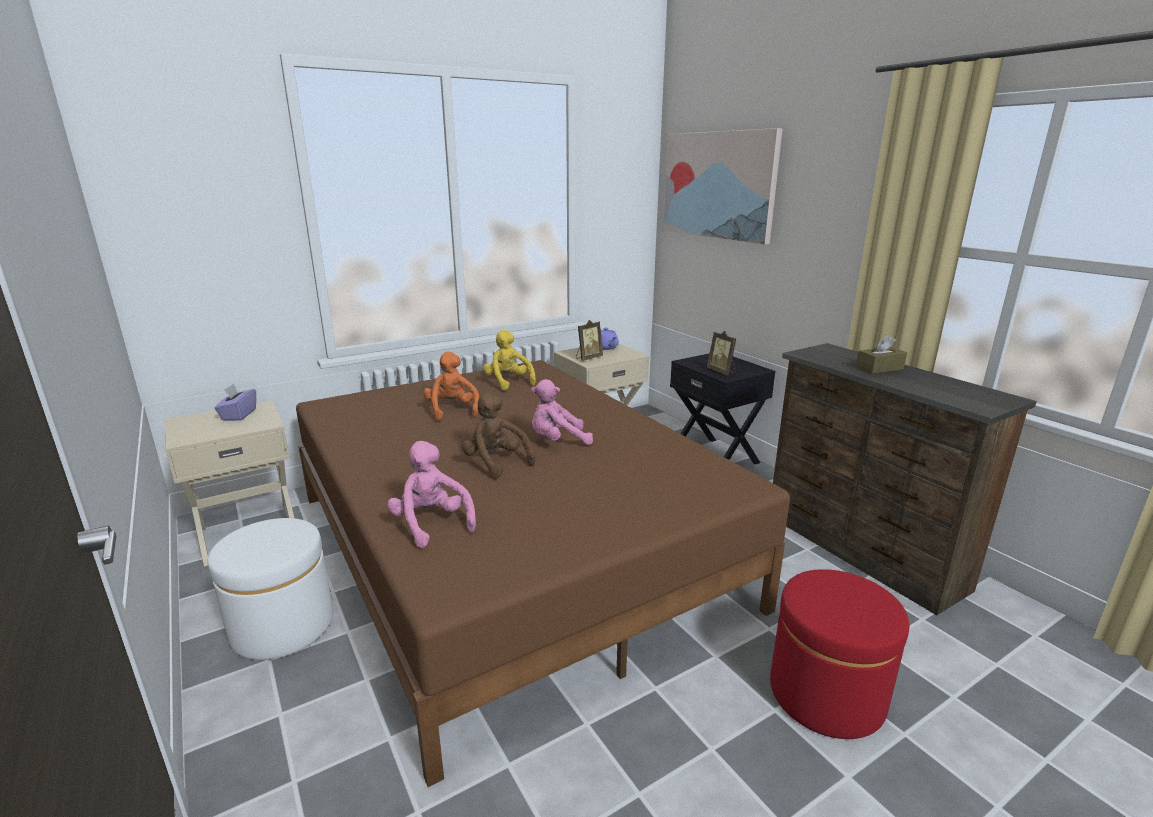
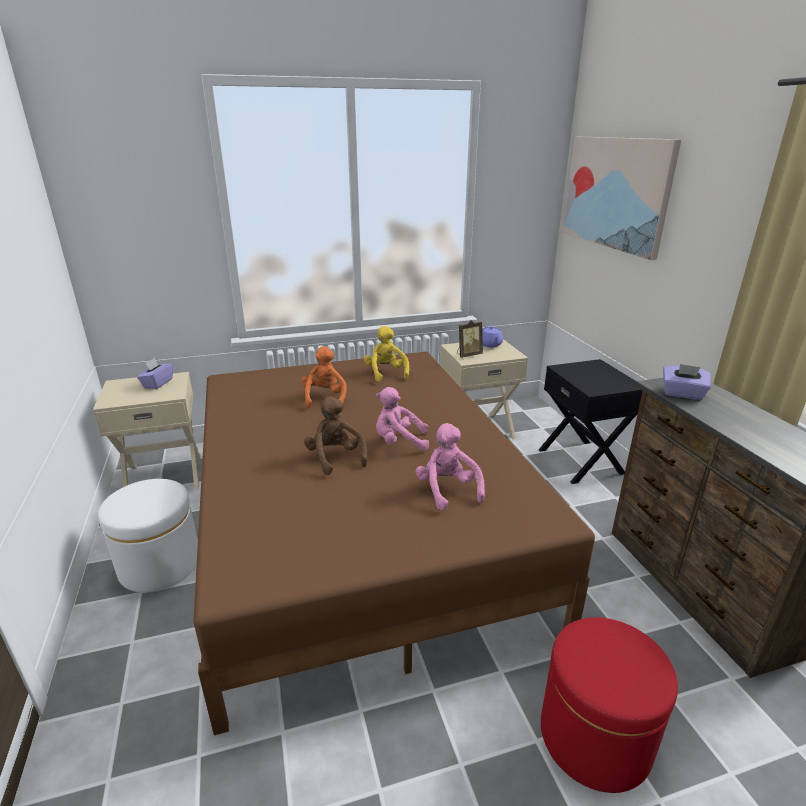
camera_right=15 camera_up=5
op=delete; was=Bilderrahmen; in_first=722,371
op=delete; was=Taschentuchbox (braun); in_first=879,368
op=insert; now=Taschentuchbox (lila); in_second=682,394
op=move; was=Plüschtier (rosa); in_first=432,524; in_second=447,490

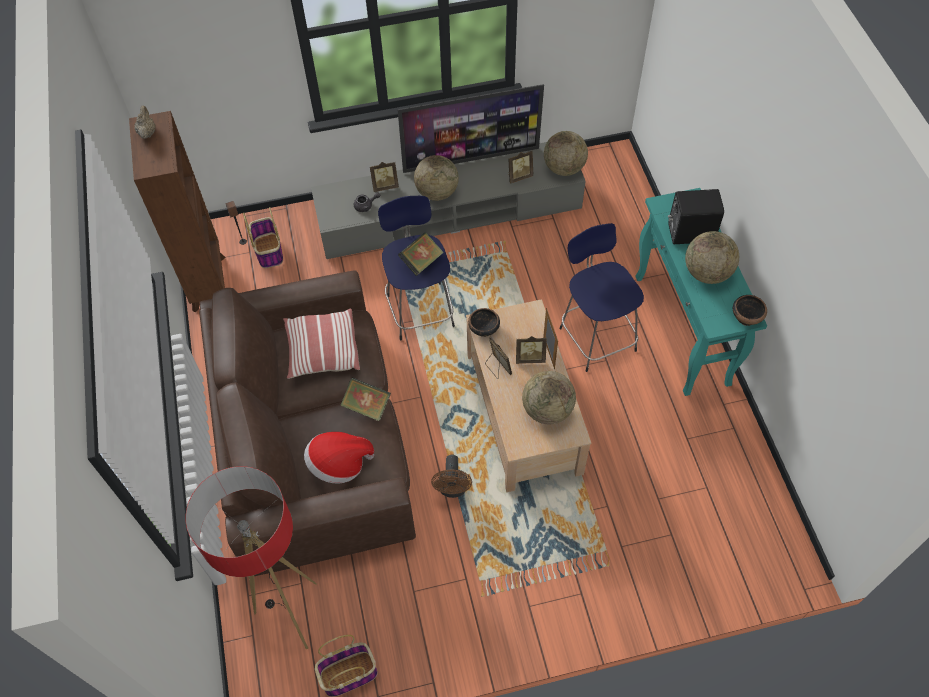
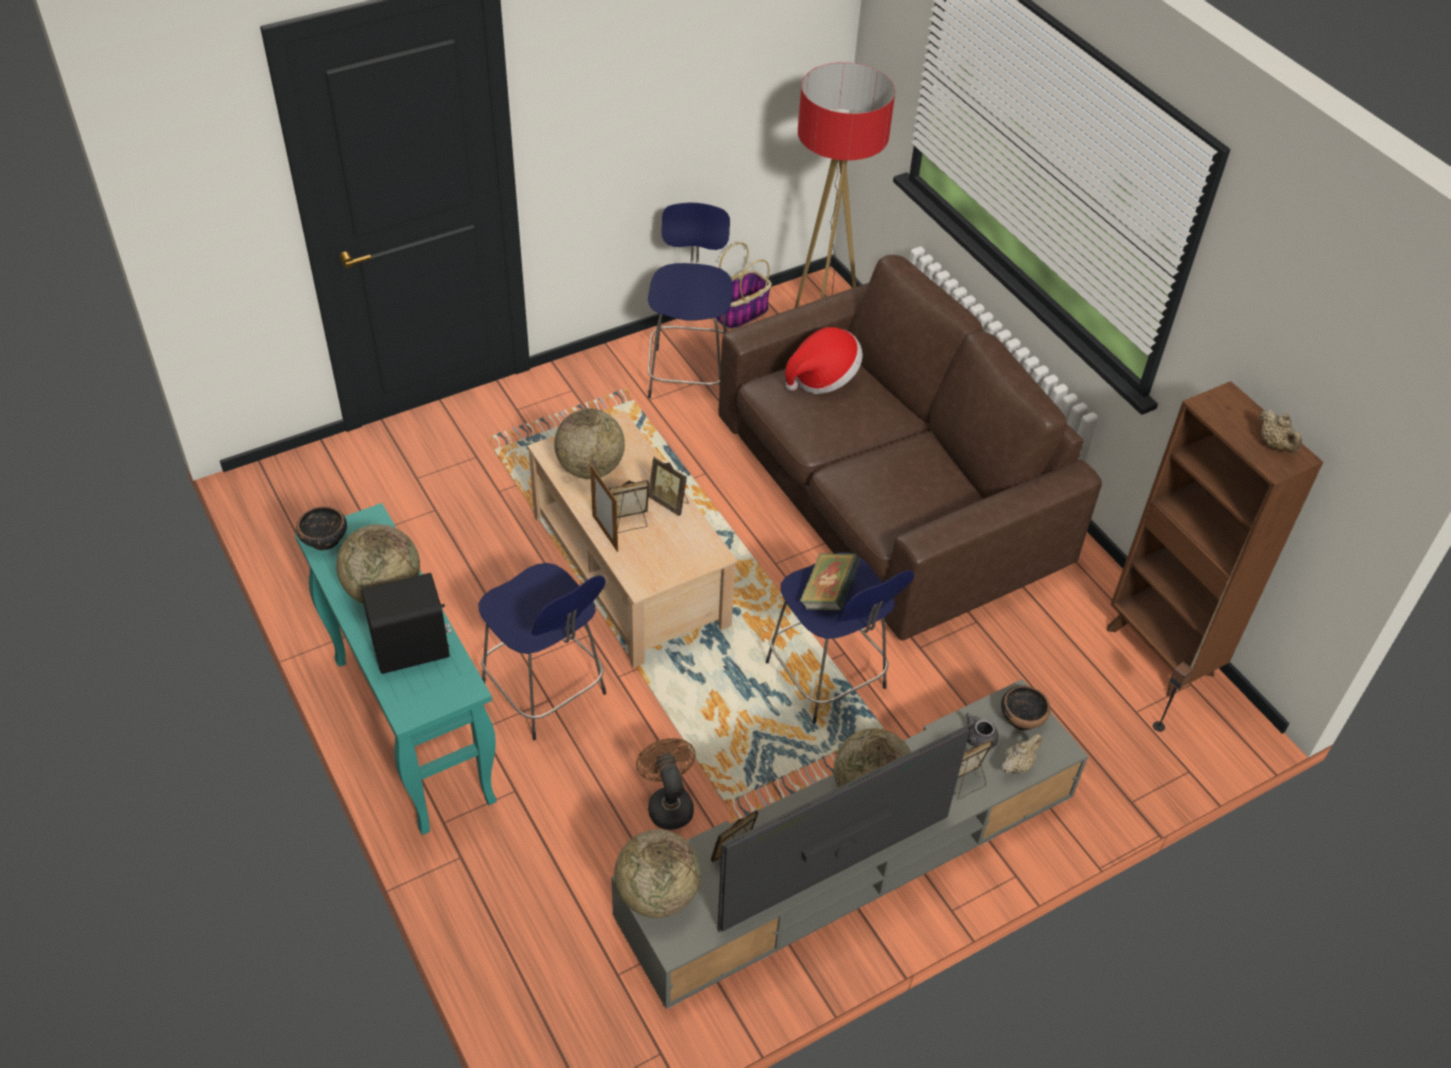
camera_right=160 camera_up=-10
op=delete; was=Korb; in_first=268,250
op=delete; was=Kissen; in_first=322,351
op=delete; was=Buch; in_first=367,406
op=insert; now=Hocker (blau); in_second=689,373
op=insert; now=Teekanne (beige); in_second=1017,765
op=move; was=Ventilator (braun); in_first=453,489; in_second=668,803
op=move; was=Schüssel; in_first=483,329; in_second=1022,717

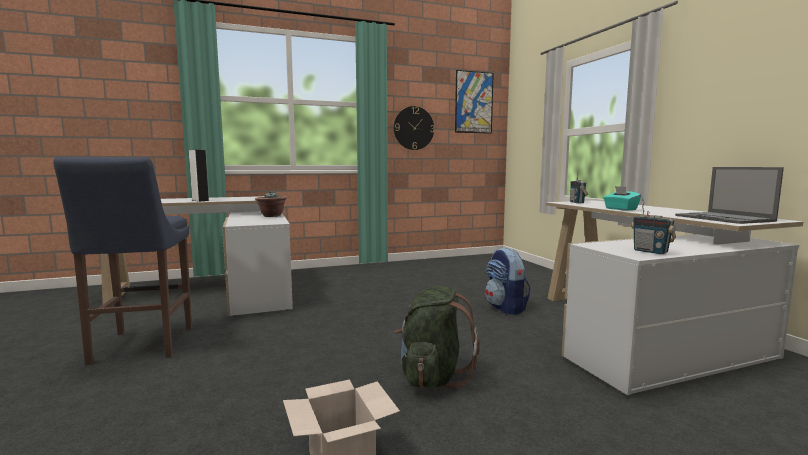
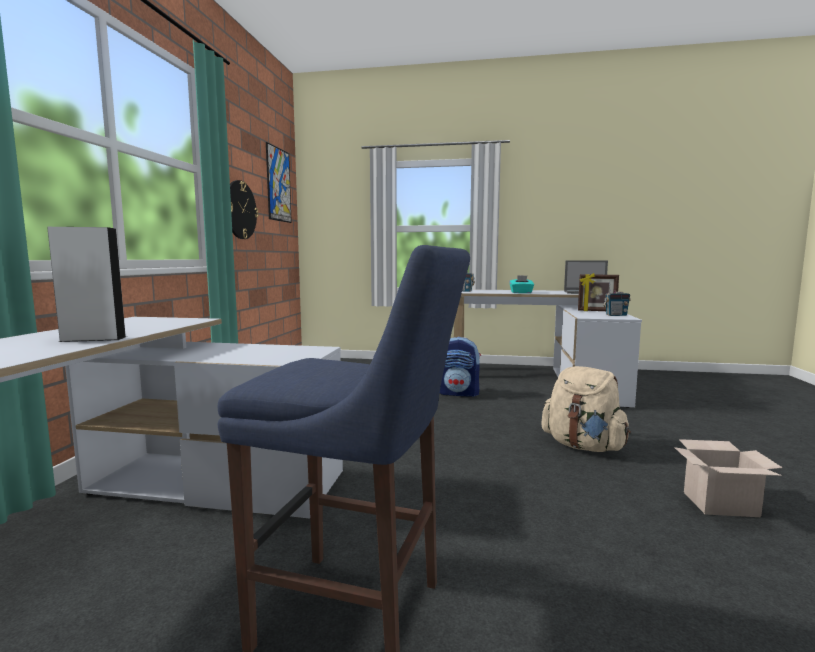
camera_right=-60 camera_up=0
op=delete; was=Topfpflanze; in_first=271,216
op=insert; now=Bilderrahmen; in_second=596,311
op=recolor; was=Rucksack (grün); now=Rucksack (beige); in_first=433,377; in_second=583,446

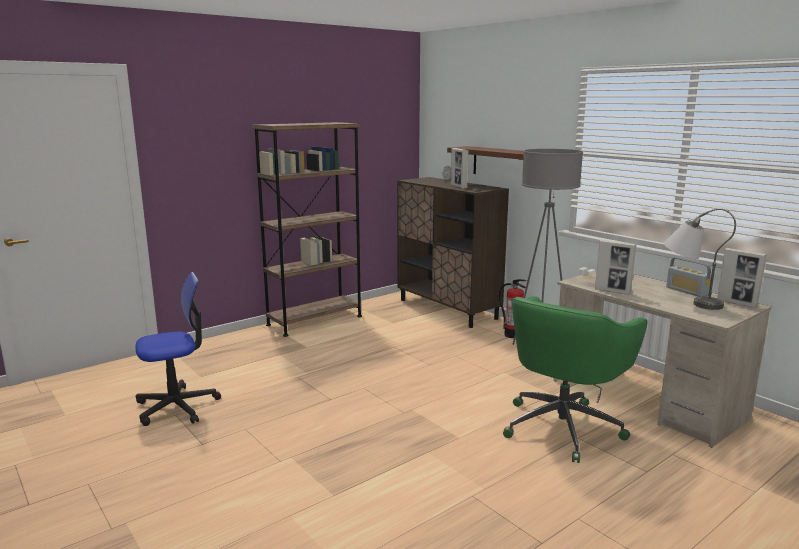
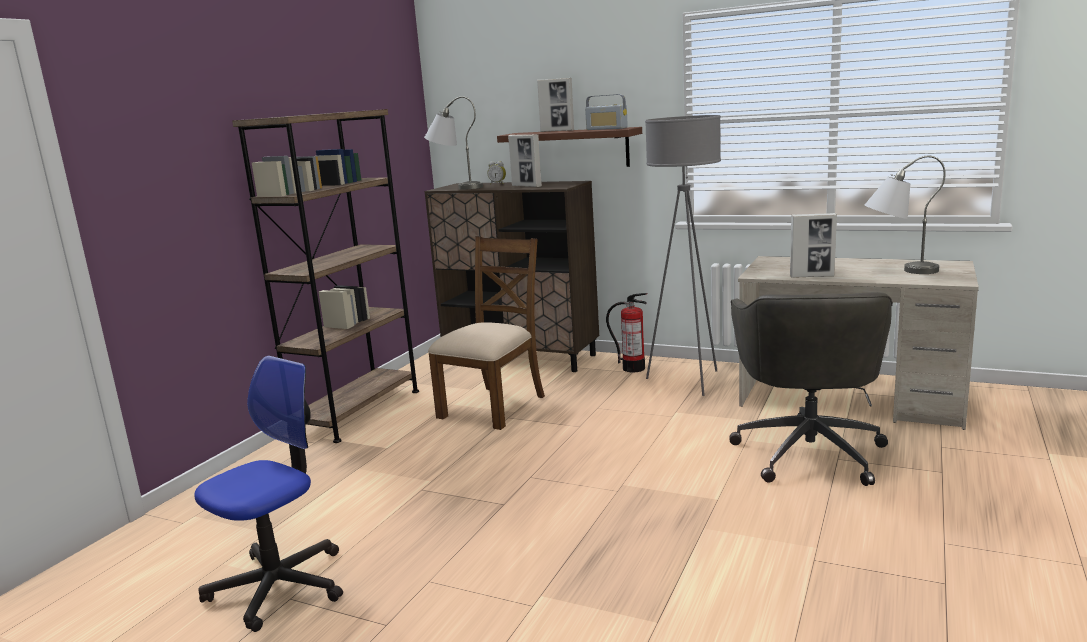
camera_right=-25 camera_up=0
op=insert; now=Tischlampe (grau); in_second=455,188
op=insert; now=Stuhl (braun); in_second=494,406
op=move; was=Radio; in_first=687,291; in_second=606,129
op=move; was=Bilderrahmen; in_first=737,303; in_second=557,131
op=recolor; was=Bürostuhl (grün); now=Bürostuhl (grau); in_first=563,426; in_second=809,451

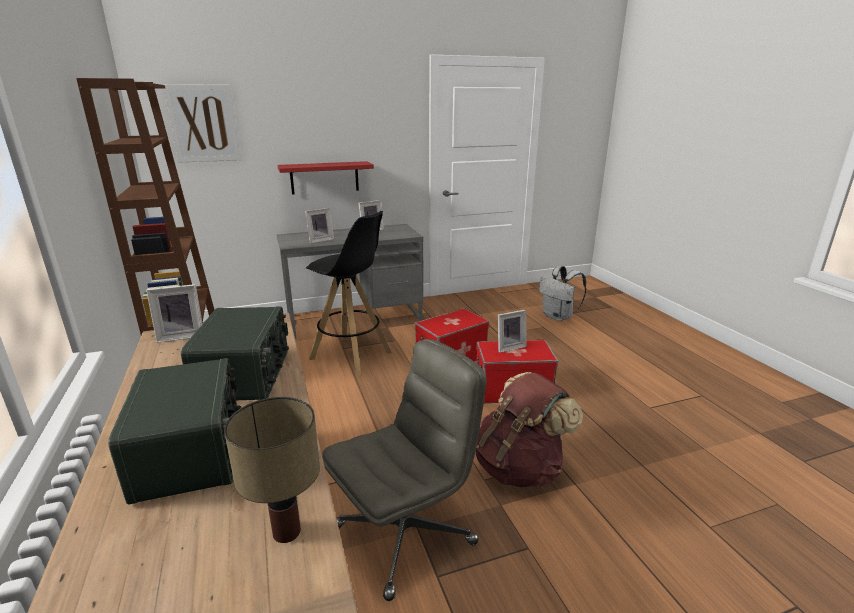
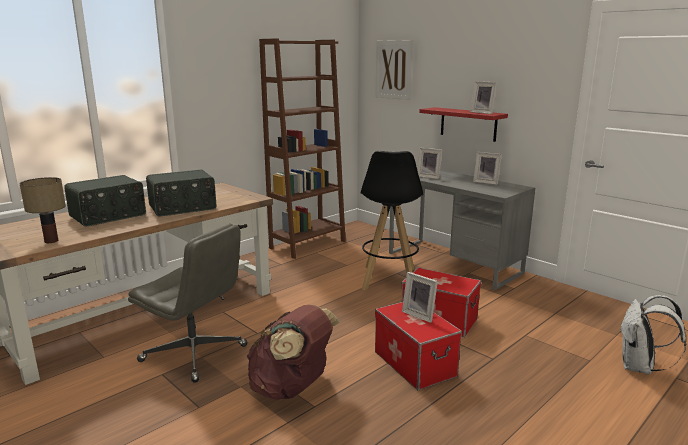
camera_right=65 camera_up=-5
op=move; was=Bilderrahmen; in_first=181,336; in_second=483,112

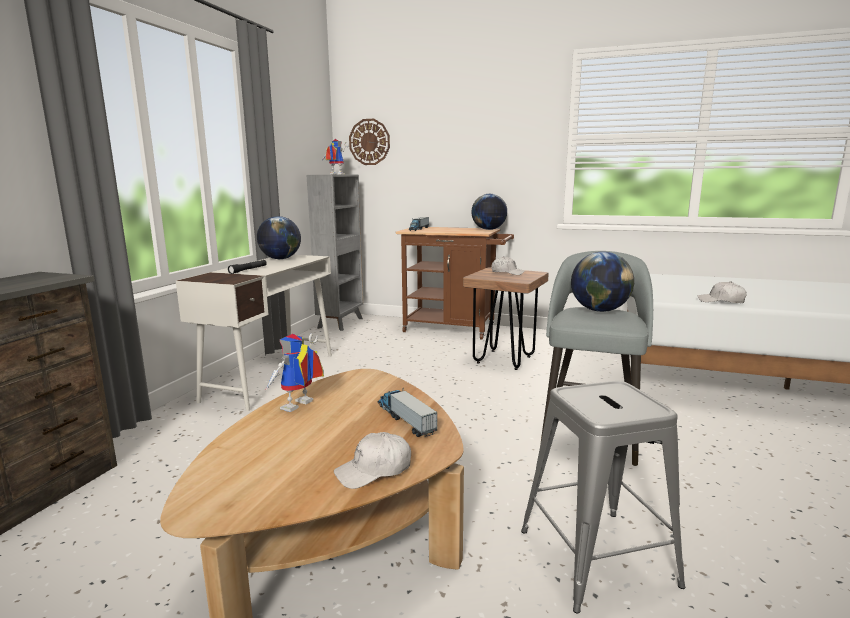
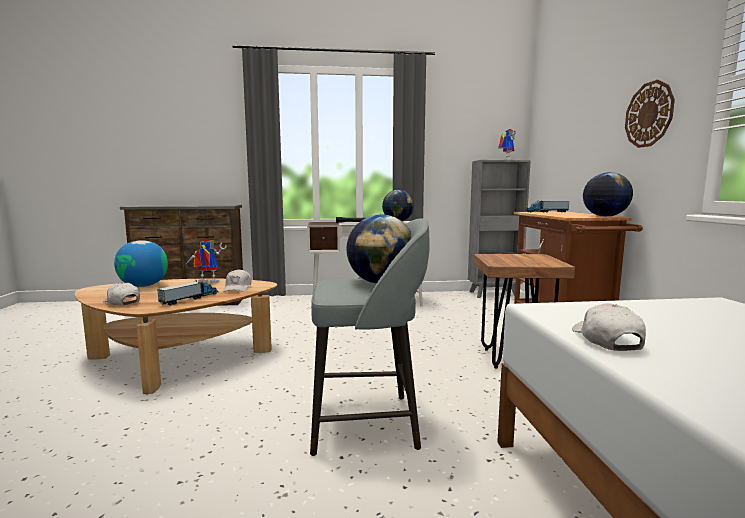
camera_right=65 camera_up=-5
op=delete; was=Hocker (grau); in_first=598,557
op=insert; now=Globus; in_second=143,286
op=move; was=Wanduhr; in_first=369,142; in_second=649,114
op=move; was=Kappe (weiß); in_first=507,273; in_second=237,288

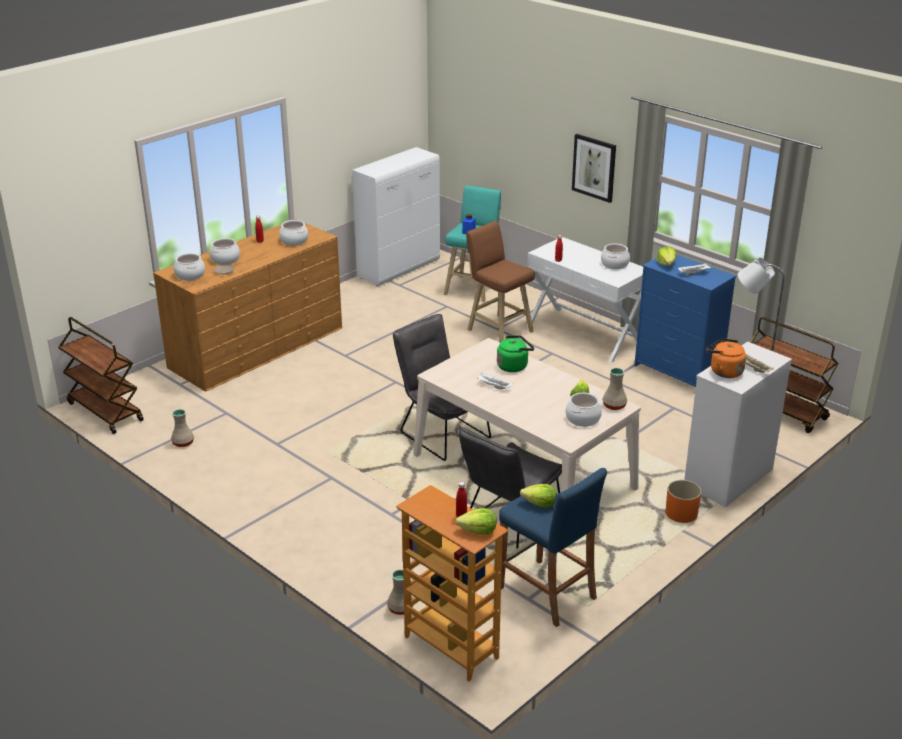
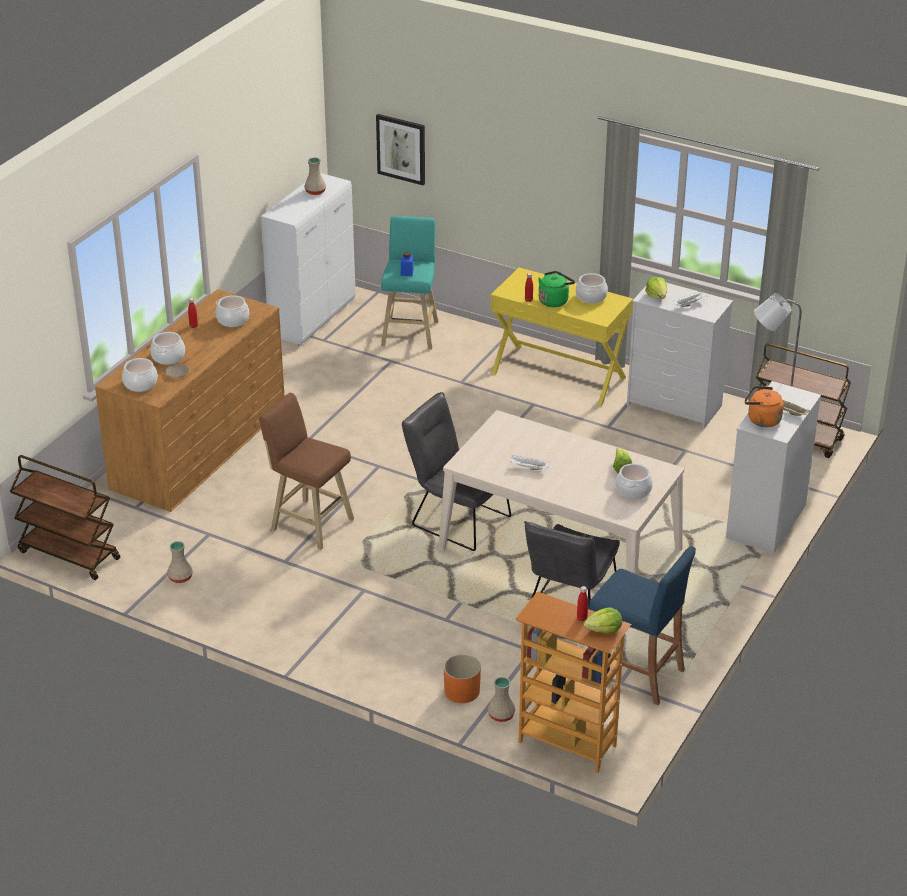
camera_right=-15 camera_up=5
op=delete; was=Salatkopf; in_first=539,504
op=move; was=Hocker (braun); in_first=498,330; in_second=309,523
op=move; was=Wasserkessel (grün); in_first=514,366; in_second=554,300
op=move; was=Bild; in_first=594,167; in_second=401,149
op=move; was=Vase (beige); in_first=614,405; in_second=315,191
op=move; was=Pflanzkübel (orange); in_first=681,514; in_second=462,691
op=recolor; was=Konsolentisch (weiß); now=Konsolentisch (gelb); in_first=584,334; in_second=559,375
op=recolor; was=Kommode (blau); now=Kommode (weiß); in_first=678,371; in_second=675,406

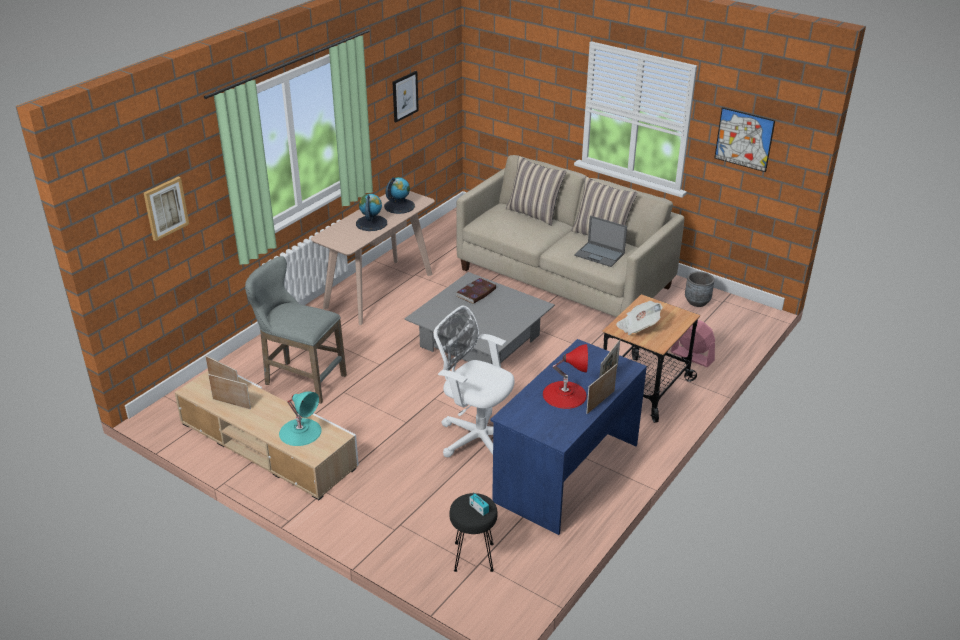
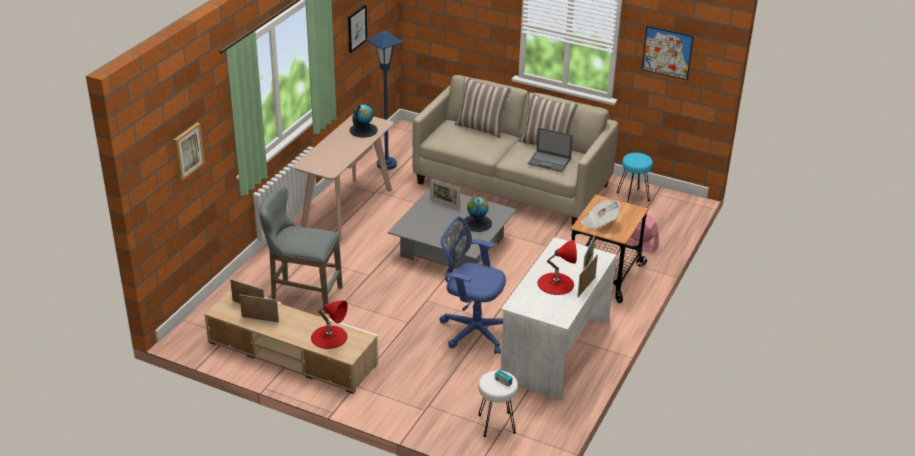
camera_right=-10 camera_up=0
op=insert; now=Stehlampe (blau); in_second=386,164
op=move; was=Globus; in_first=371,223; in_second=477,223
op=replace; was=Buch; now=Bilderrahmen; in_first=476,293; in_second=444,204
op=replace; was=Pflanzkübel (grau); now=Hocker (türkis); in_first=697,302; in_second=633,196
op=recolor; was=Tischlampe (türkis); now=Tischlampe (rot); in_first=300,432; in_second=329,337
op=recolor; was=Bürostuhl (weiß); now=Bürostuhl (blau); in_first=477,438; in_second=473,330
op=recolor; was=Hocker (schwarz); now=Hocker (weiß); in_first=473,556; in_second=496,424
op=recolor; was=Schreibtisch (blau); now=Schreibtisch (weiß); in_first=565,471; in_second=554,350

